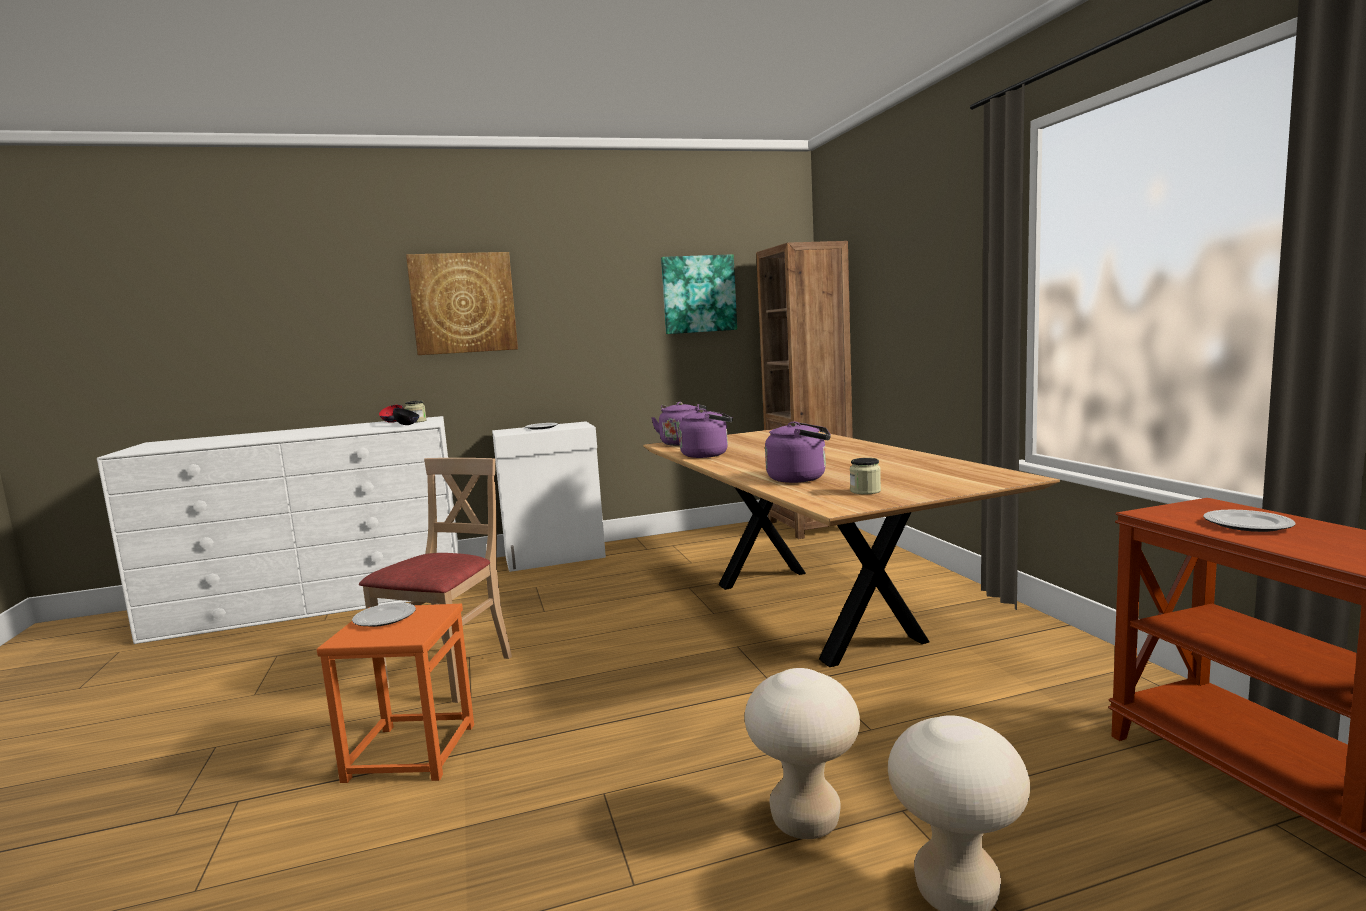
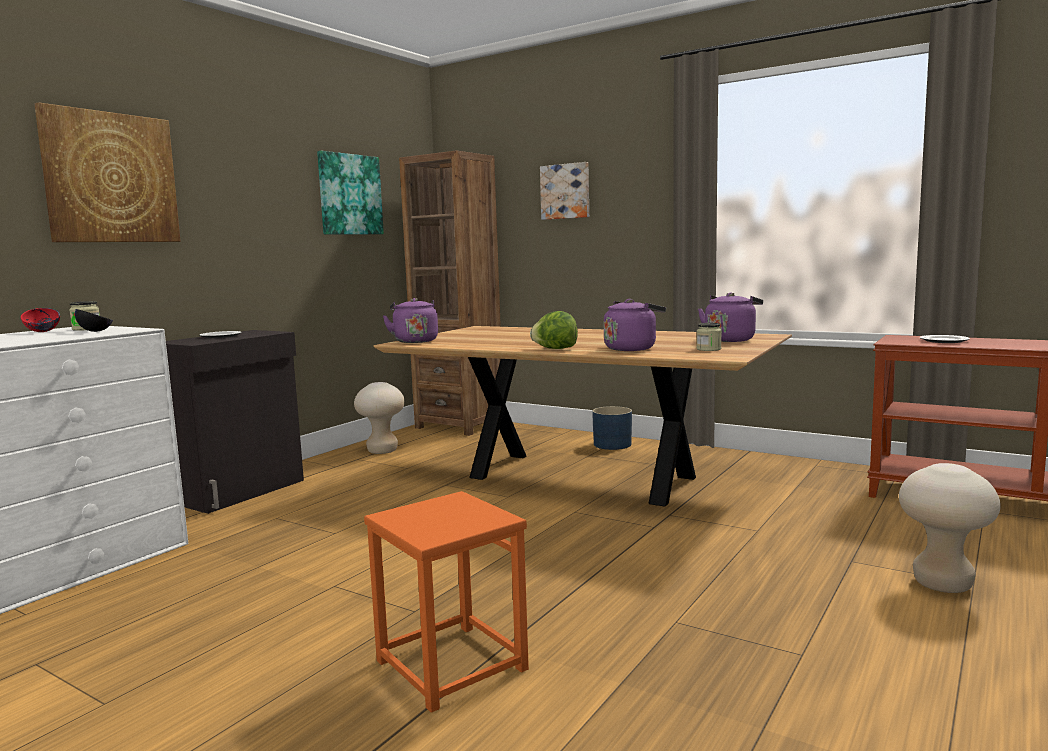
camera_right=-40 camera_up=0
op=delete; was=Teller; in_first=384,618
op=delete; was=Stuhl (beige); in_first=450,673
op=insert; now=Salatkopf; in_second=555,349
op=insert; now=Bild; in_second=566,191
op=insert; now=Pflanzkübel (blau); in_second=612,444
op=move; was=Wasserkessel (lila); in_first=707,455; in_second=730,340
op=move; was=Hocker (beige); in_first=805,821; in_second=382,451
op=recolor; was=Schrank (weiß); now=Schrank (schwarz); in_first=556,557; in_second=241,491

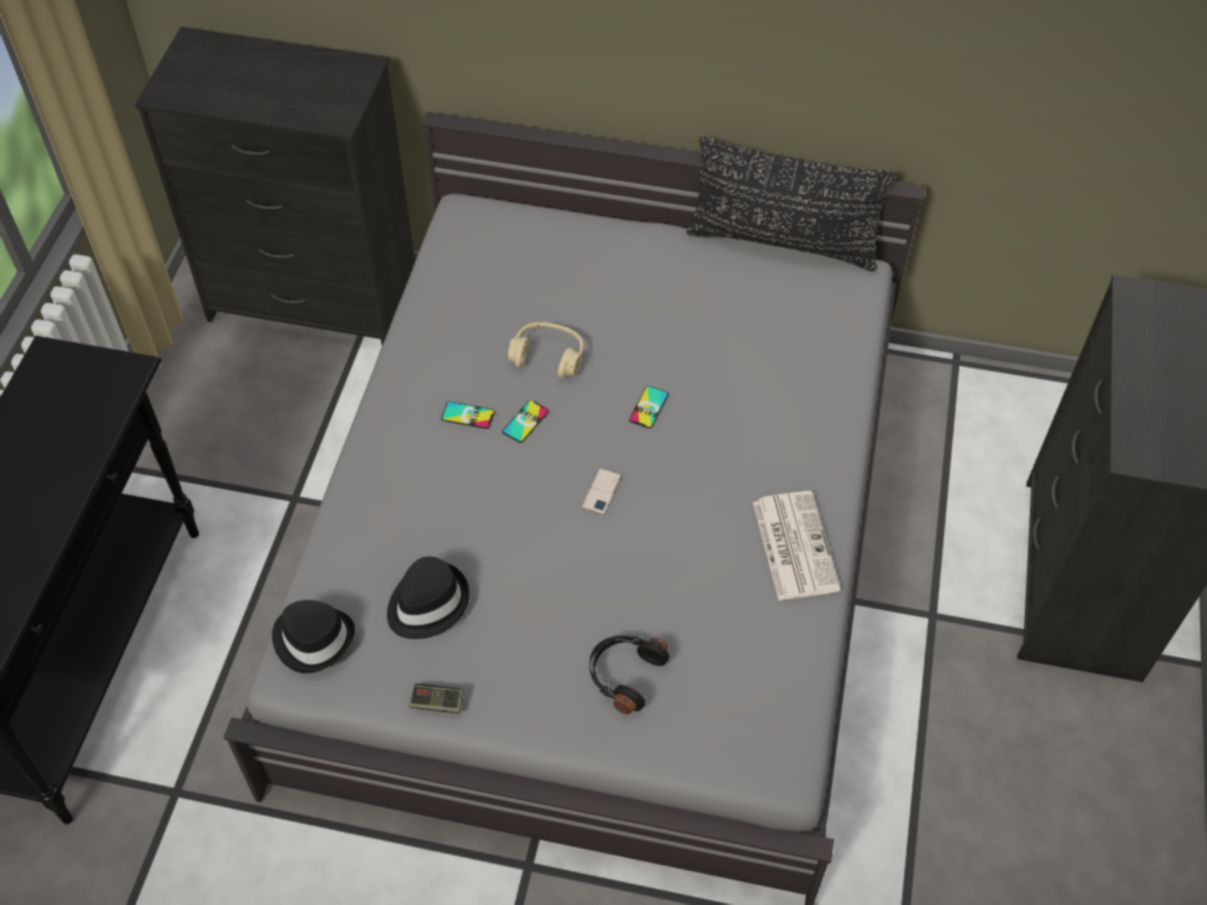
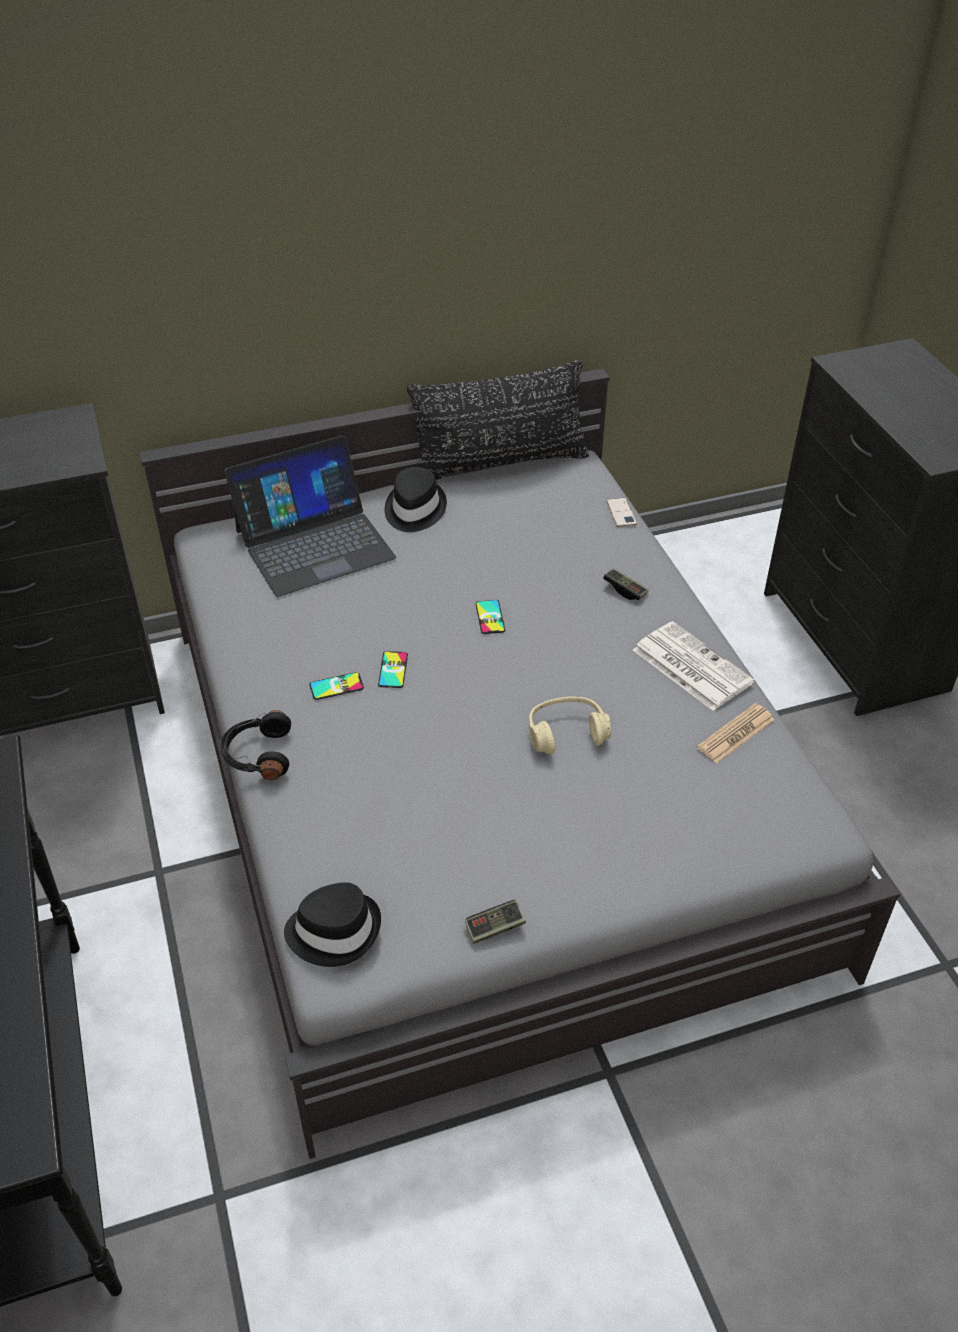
camera_right=-30 camera_up=-10
op=insert; now=Laptop; in_second=314,543
op=insert; now=Gamepad; in_second=625,590
op=insert; now=Zeitung; in_second=735,734
op=move; was=Hut (schwarz); in_first=427,603; in_second=414,510
op=move; was=Kopfhörer (beige); in_first=548,356; in_second=566,733
op=move; was=Handy; in_first=602,491; in_second=621,512
op=move; was=Kopfhörer (schwarz); in_first=624,675; in_second=257,755

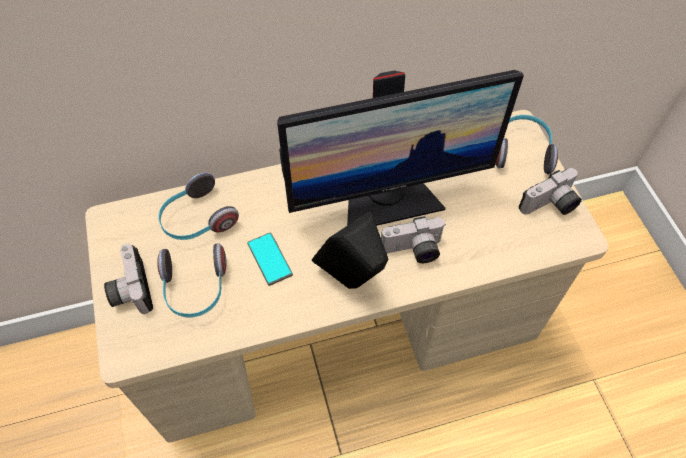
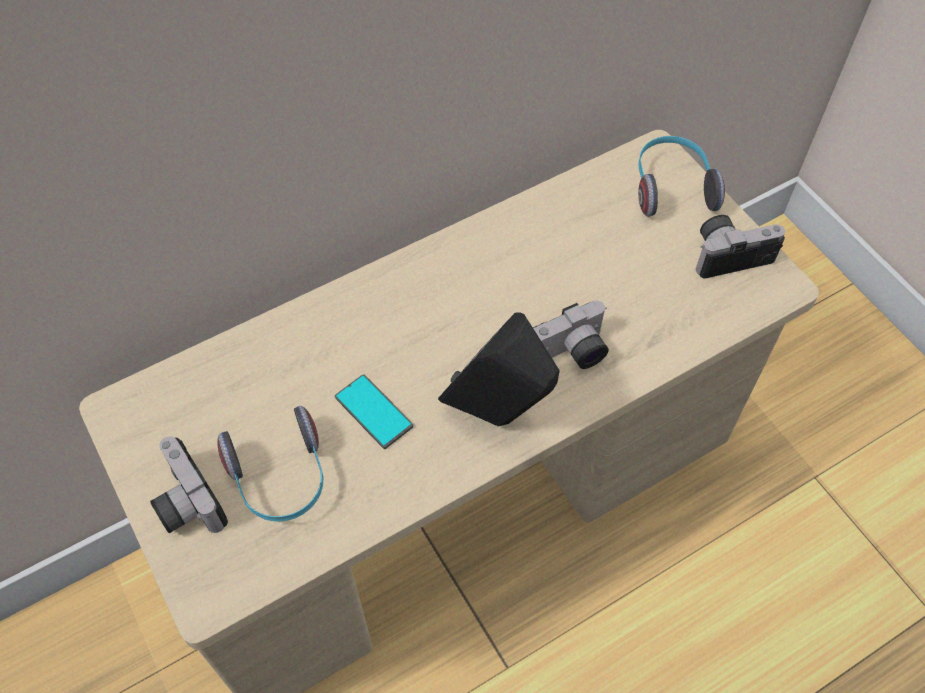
camera_right=-15 camera_up=0
op=delete; was=Kopfhörer; in_first=197,220
op=delete; was=Monitor; in_first=388,200
op=rotate; was=Kamera; in_first=550,206; in_second=729,253; clockwise=-150

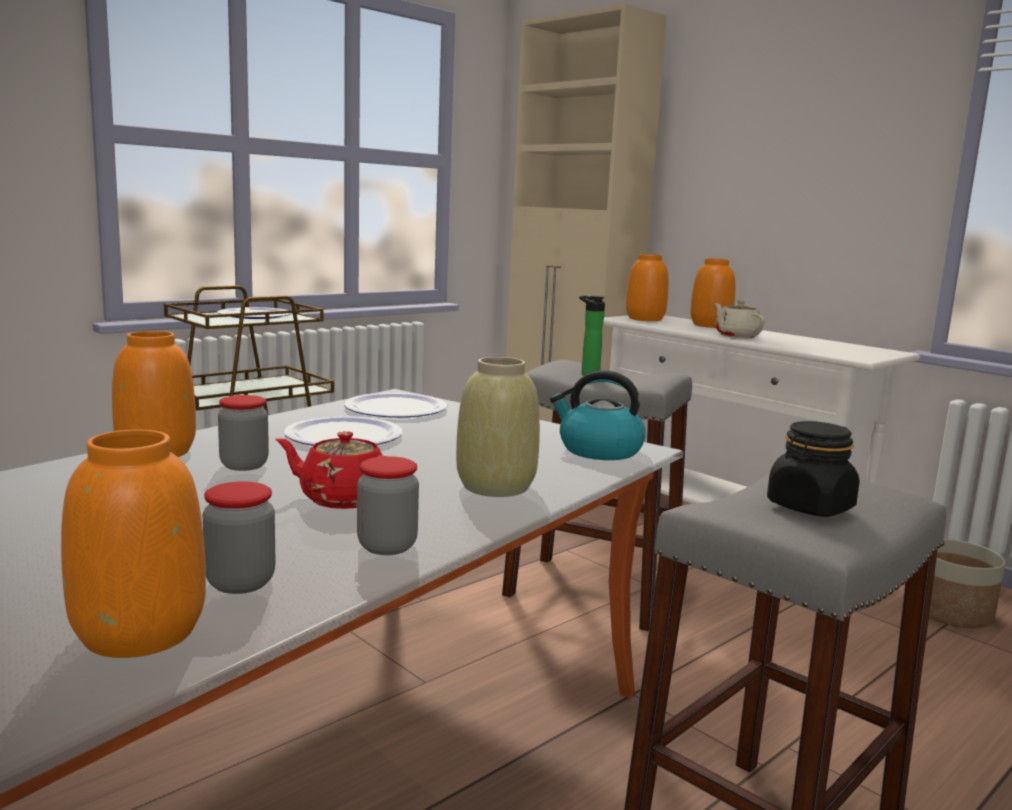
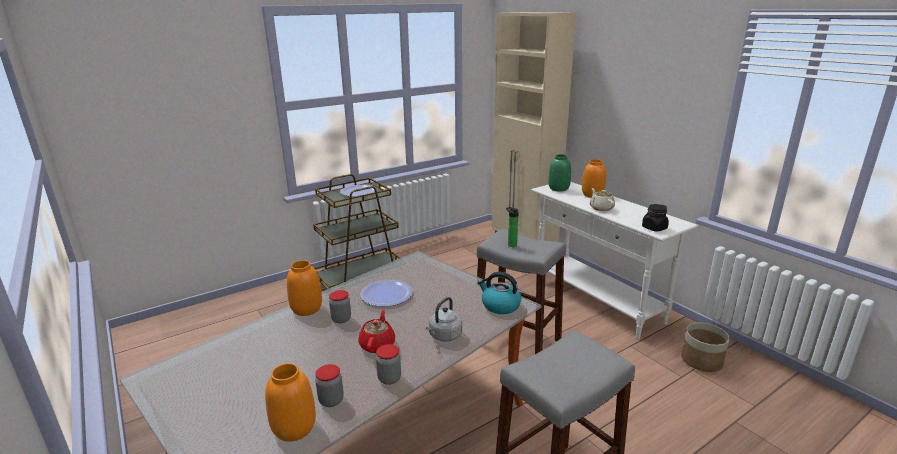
camera_right=10 camera_up=10
op=delete; was=Teller; in_first=395,408
op=move; was=Vorratsglas (schwarz); in_first=810,507; in_second=654,228
op=replace; was=Vase (beige); now=Wasserkessel (grau); in_first=496,487; in_second=444,336
op=recolor; was=Vase (orange); now=Vase (grün); in_first=645,319; in_second=558,189
op=rotate; was=Teekanne (rot); in_first=342,499; in_second=377,345; clockwise=75

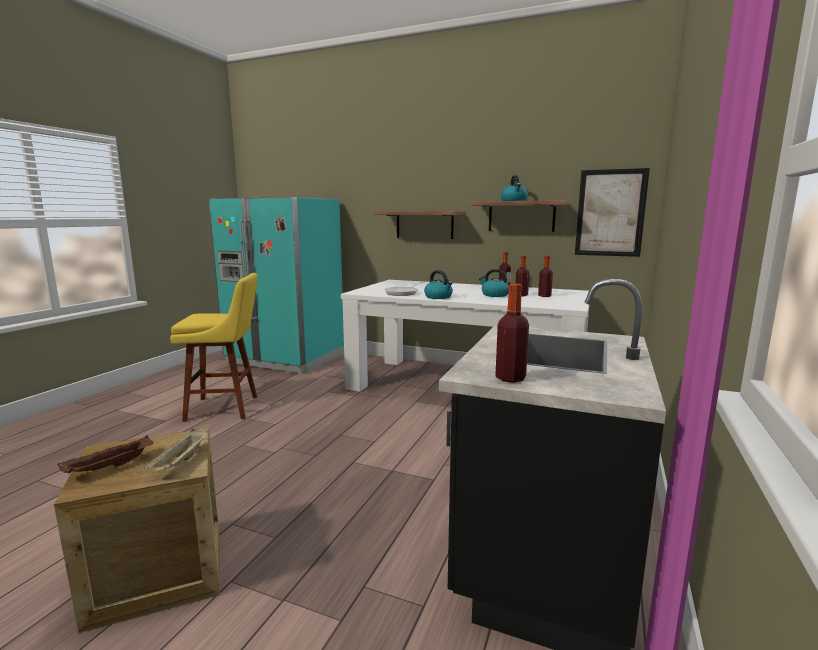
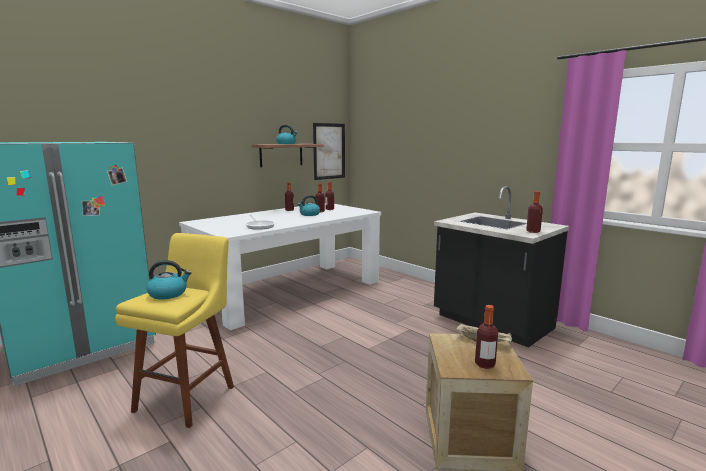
camera_right=-65 camera_up=0
op=delete; was=Wandregal; in_first=424,224
op=move; was=Wasserkessel; in_first=439,297; in_second=168,294
op=replace; was=Tablett (braun); now=Flasche; in_first=109,468; in_second=485,364

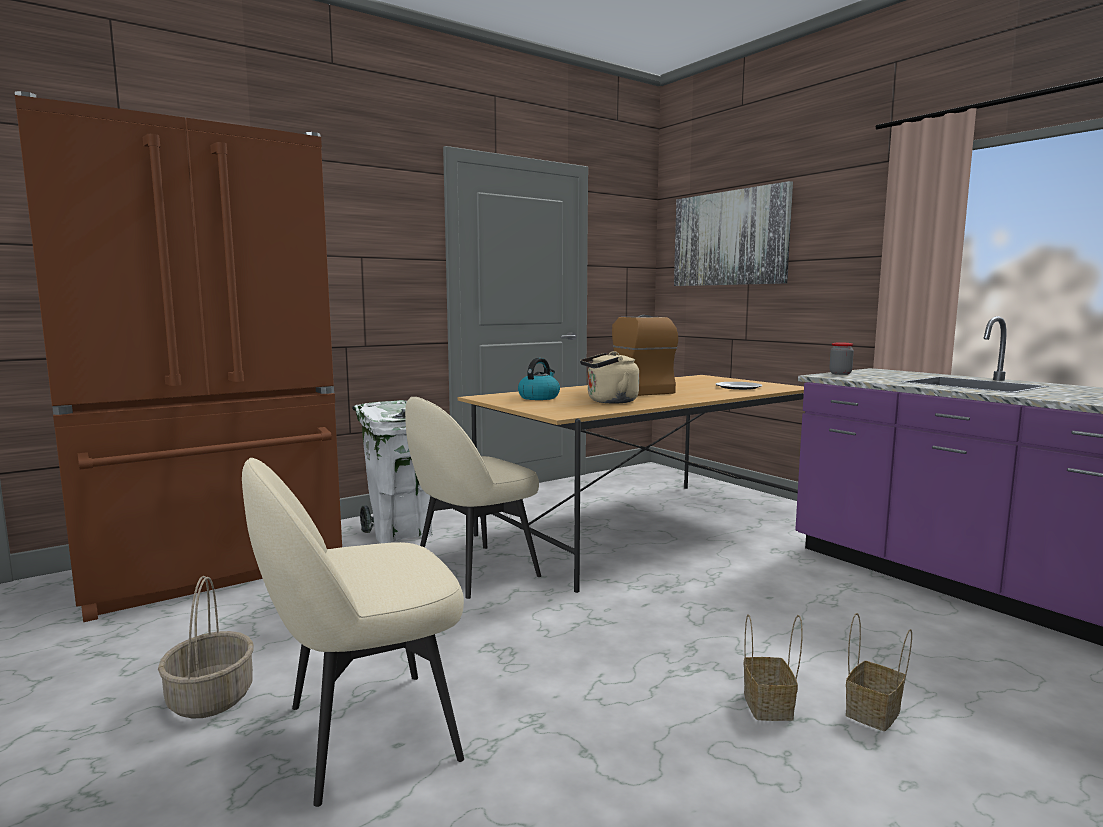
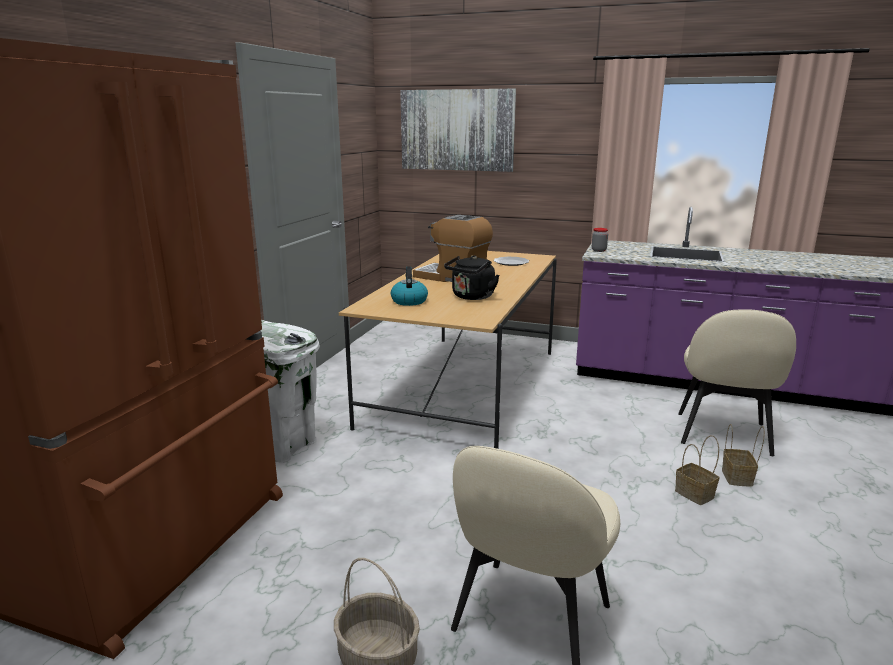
camera_right=-35 camera_up=10
op=move; was=Stuhl (beige); in_first=473,571; in_second=723,435
op=recolor; was=Wasserkessel (beige); now=Wasserkessel (schwarz); in_first=609,401; in_second=471,297

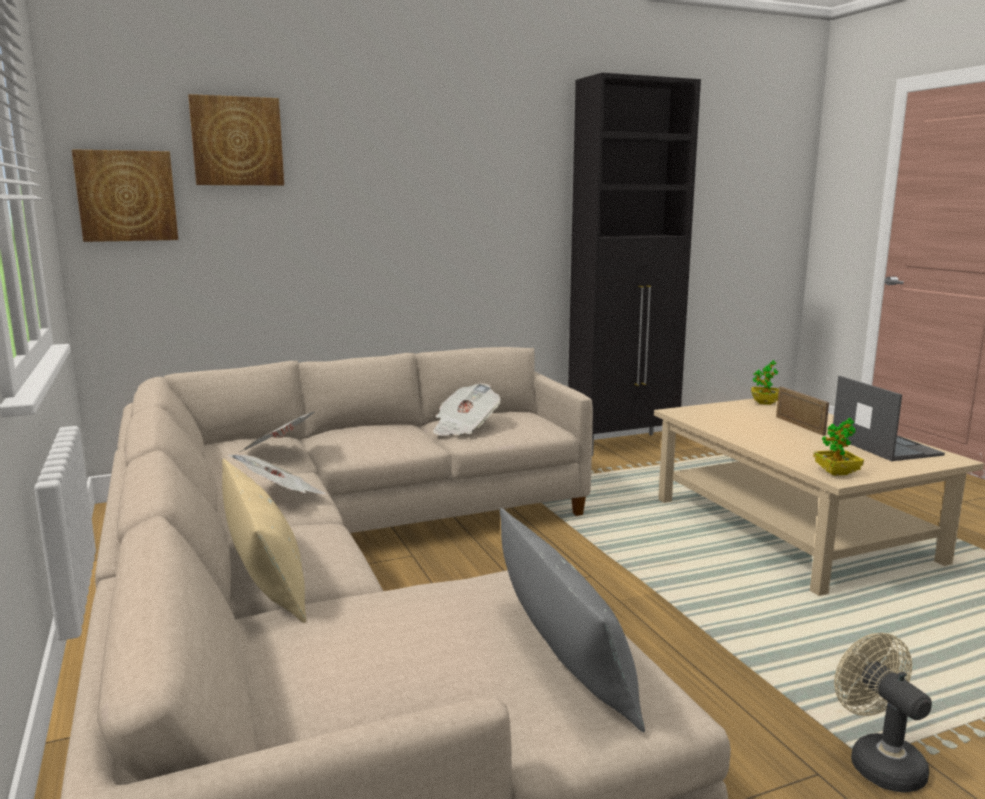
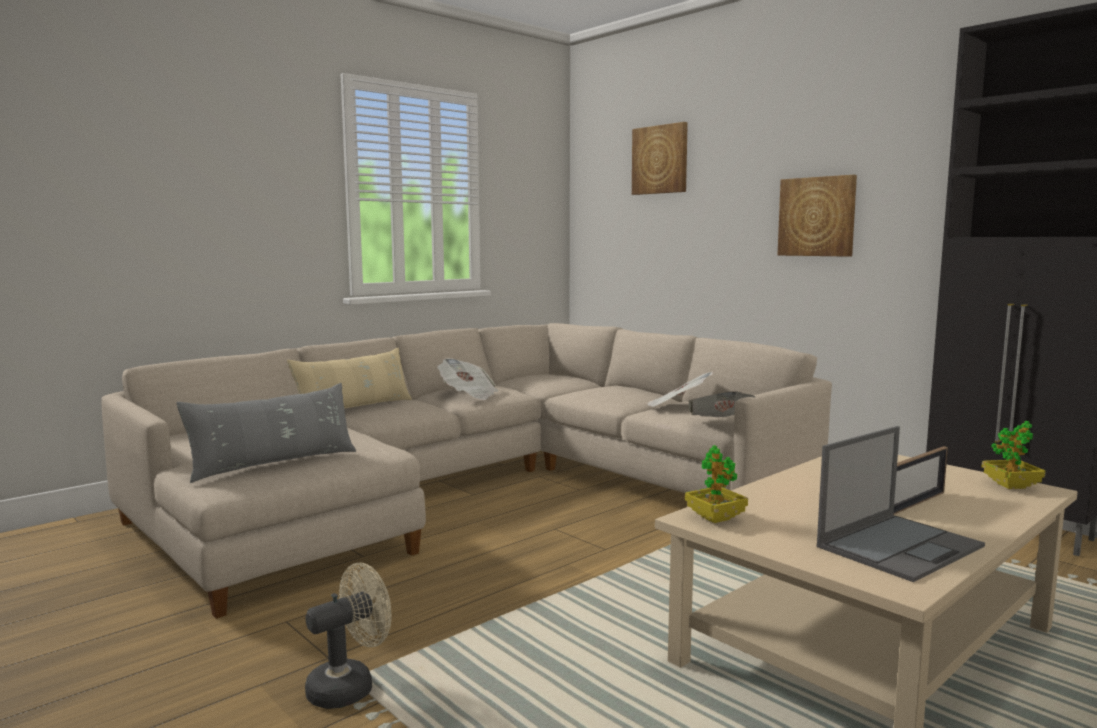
camera_right=70 camera_up=-5
op=move; was=Bild; in_first=127,196; in_second=817,216
op=move; was=Zeitung; in_first=278,451; in_second=721,424

